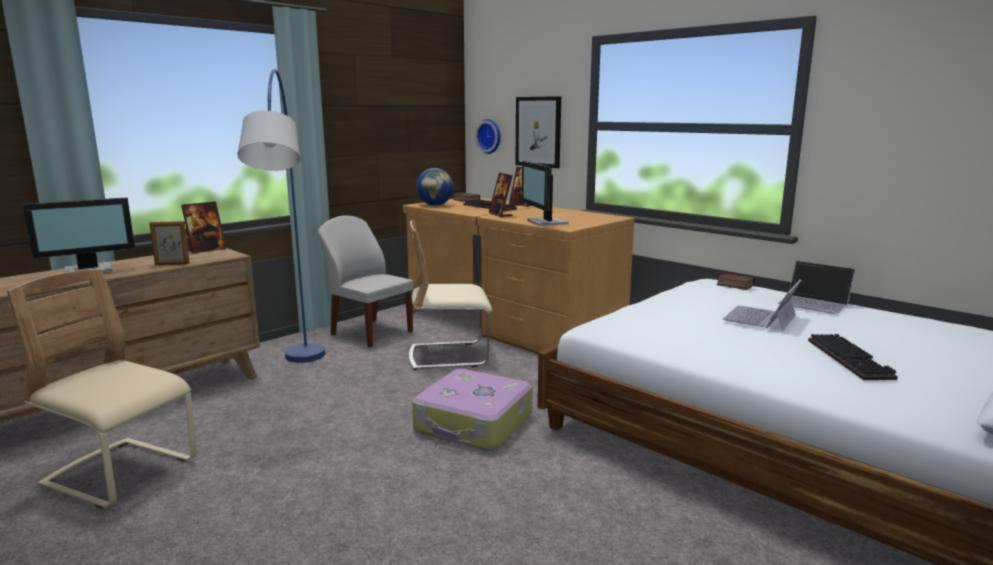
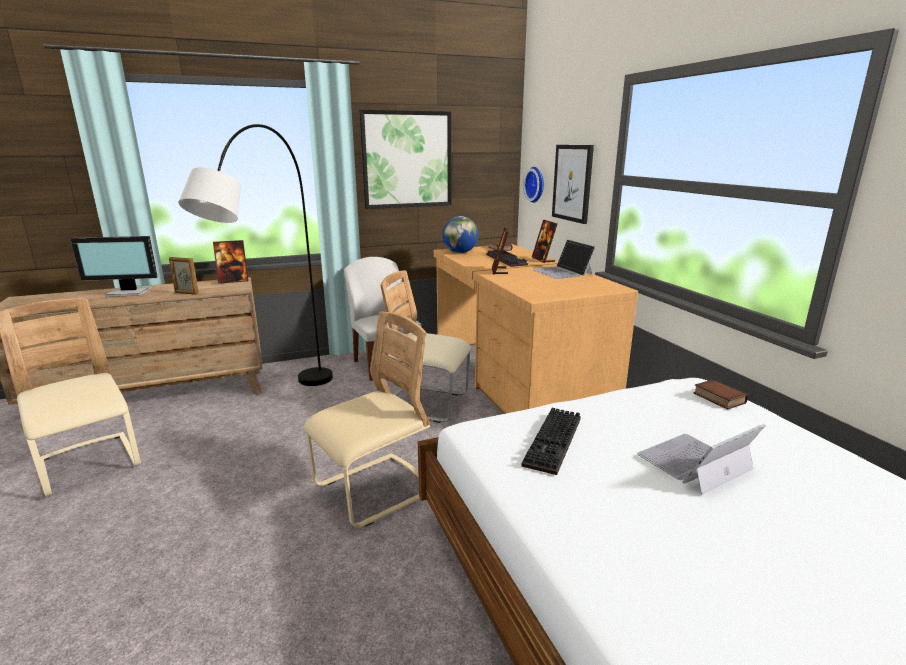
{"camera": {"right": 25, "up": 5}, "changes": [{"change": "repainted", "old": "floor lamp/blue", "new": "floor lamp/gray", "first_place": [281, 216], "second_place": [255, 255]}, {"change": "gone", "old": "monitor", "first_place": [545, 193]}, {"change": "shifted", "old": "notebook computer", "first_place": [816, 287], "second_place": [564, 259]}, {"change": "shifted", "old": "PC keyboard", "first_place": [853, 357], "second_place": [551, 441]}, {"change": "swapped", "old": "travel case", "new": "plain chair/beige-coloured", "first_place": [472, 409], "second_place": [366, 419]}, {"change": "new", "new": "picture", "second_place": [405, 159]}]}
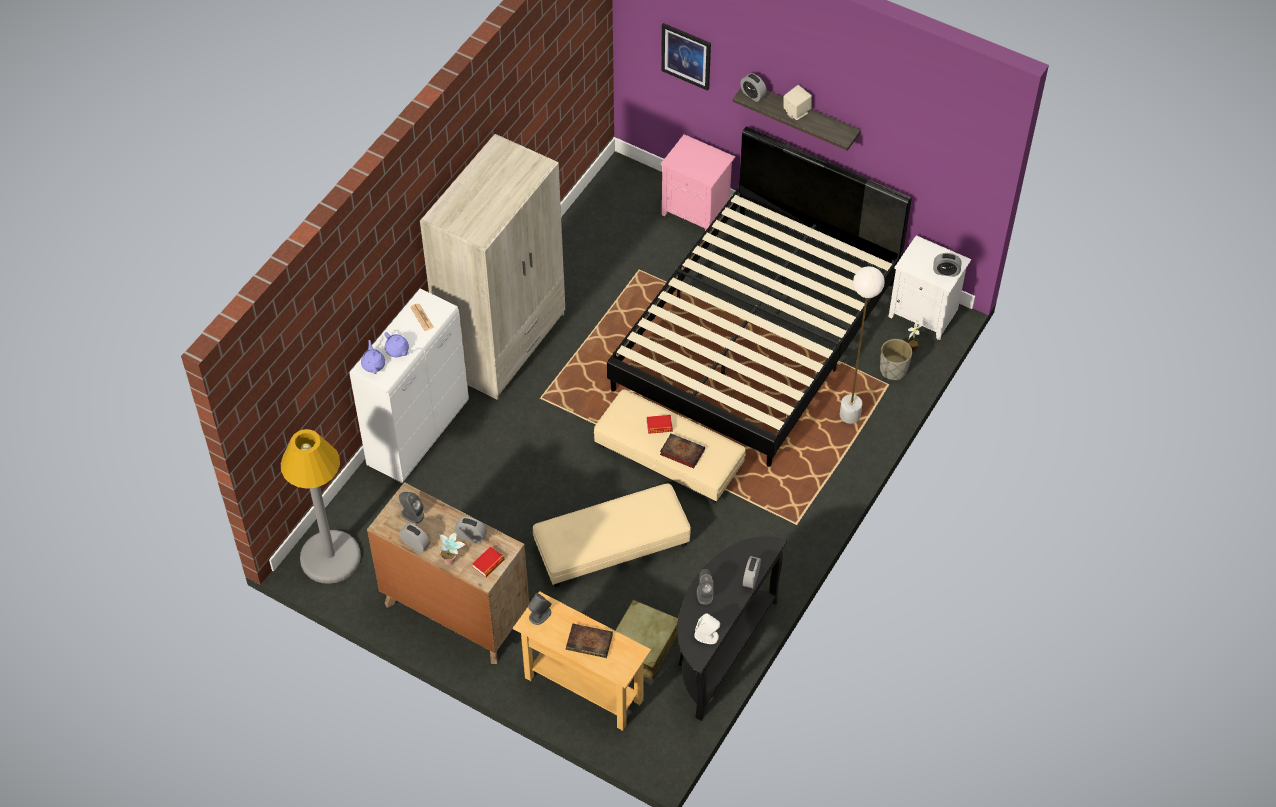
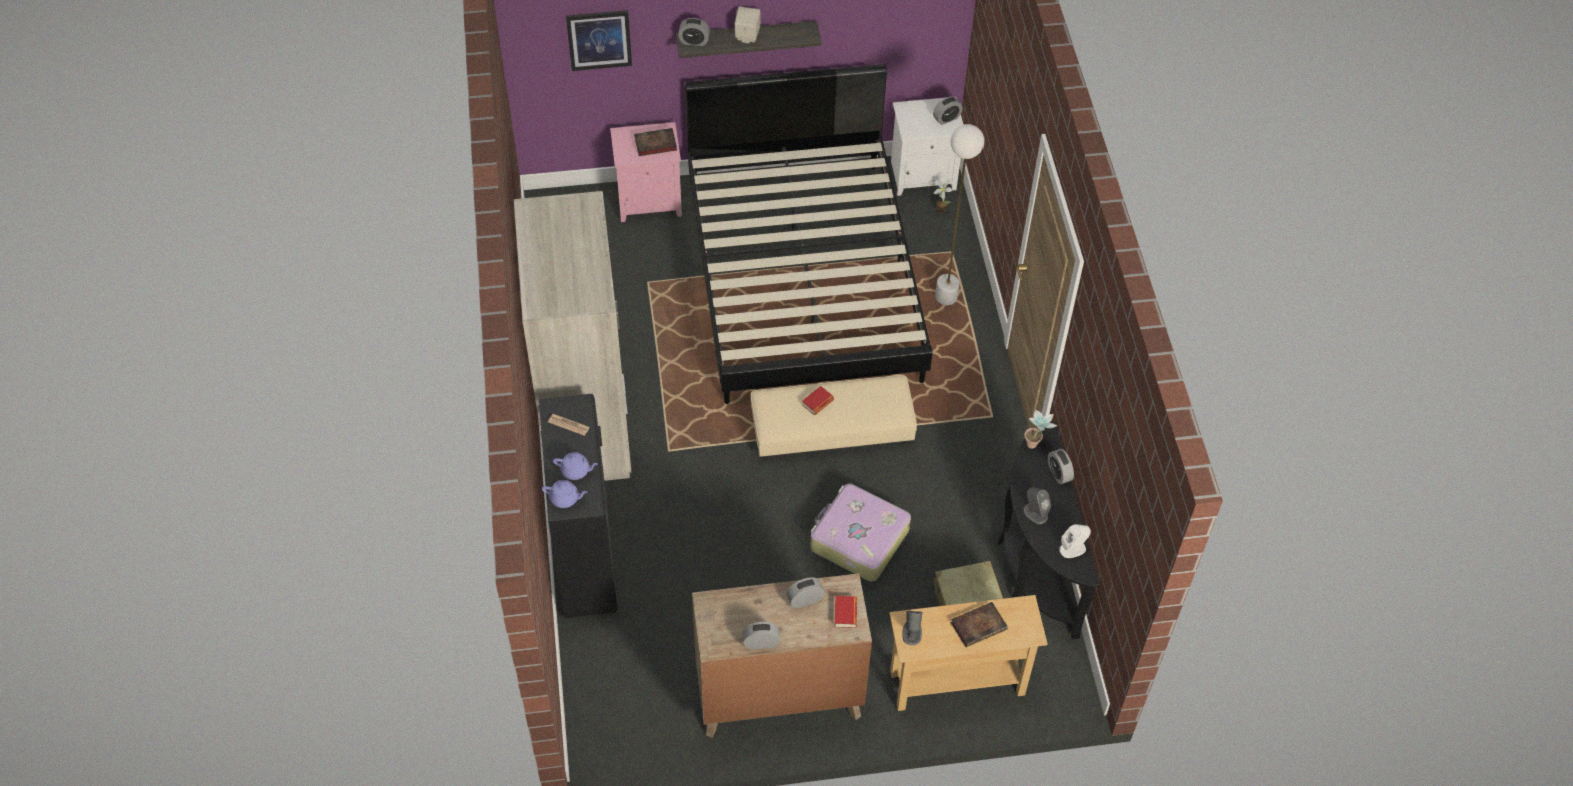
{"camera": {"right": -40, "up": 0}, "changes": [{"change": "repainted", "old": "cabinet/white", "new": "cabinet/black", "first_place": [409, 385], "second_place": [578, 506]}, {"change": "gone", "old": "planter/gray", "first_place": [896, 359]}, {"change": "rotated", "old": "tea pot/purple-coloured", "first_place": [373, 357], "second_place": [564, 494], "degrees": 150}, {"change": "gone", "old": "floor lamp/gray", "first_place": [321, 506]}, {"change": "shifted", "old": "bound book", "first_place": [682, 451], "second_place": [655, 142]}, {"change": "swapped", "old": "footrest/beige-coloured", "new": "travel case", "first_place": [612, 535], "second_place": [860, 532]}, {"change": "gone", "old": "audio speaker/gray", "first_place": [411, 507]}, {"change": "shifted", "old": "houseplant", "first_place": [452, 549], "second_place": [1040, 429]}]}
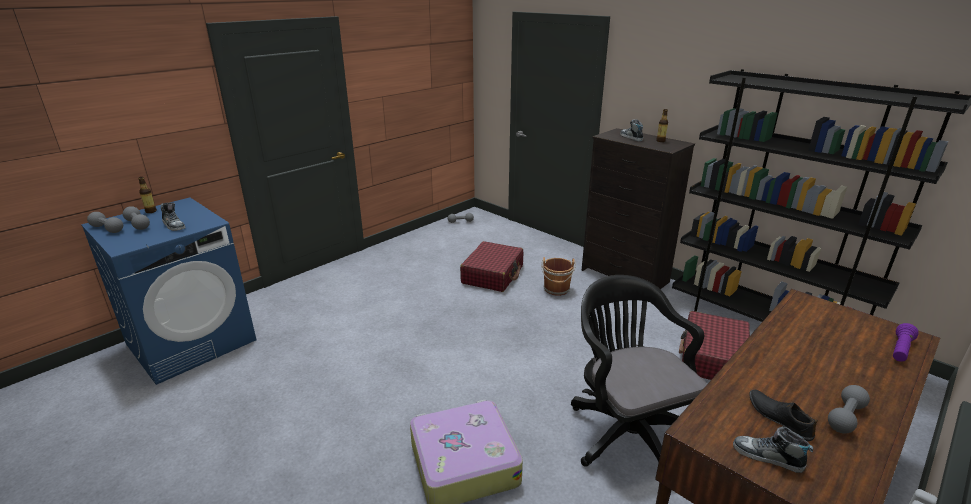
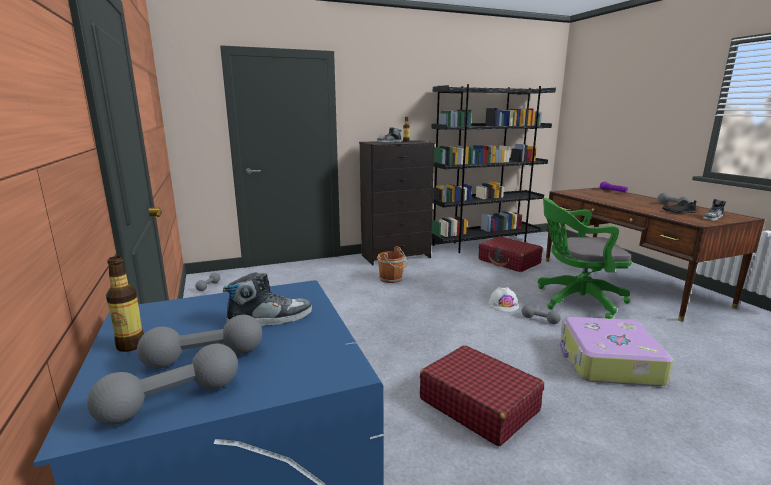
{"camera": {"right": -65, "up": -10}, "changes": [{"change": "shifted", "old": "travel case/red", "first_place": [491, 266], "second_place": [482, 395]}, {"change": "repainted", "old": "desk chair/black", "new": "desk chair/green-coloured", "first_place": [639, 371], "second_place": [585, 258]}, {"change": "new", "new": "safety helmet/white", "second_place": [504, 299]}, {"change": "new", "new": "hand weight/gray", "second_place": [541, 314]}]}
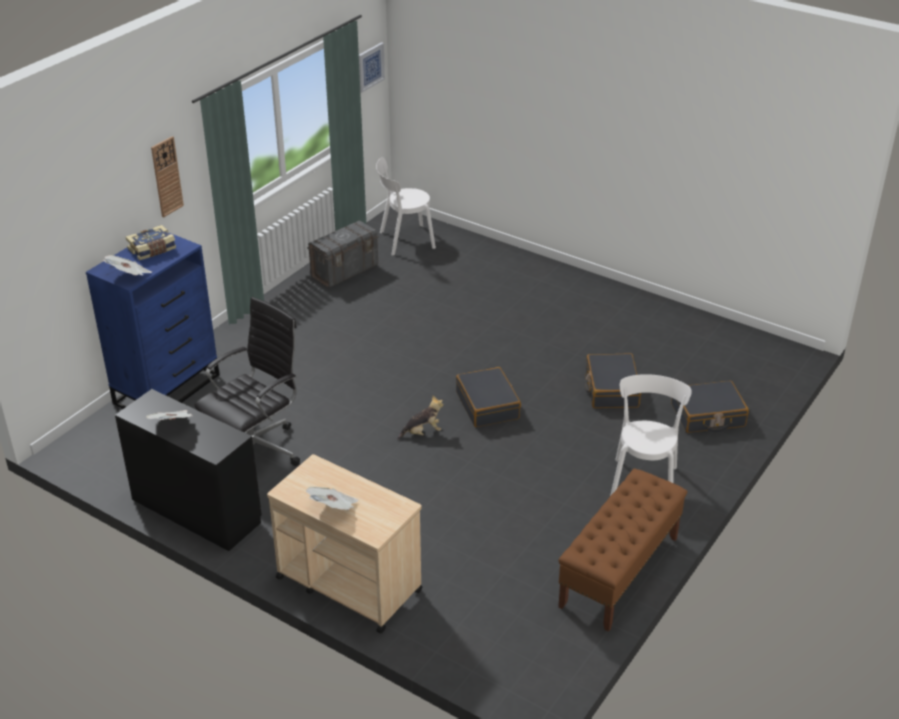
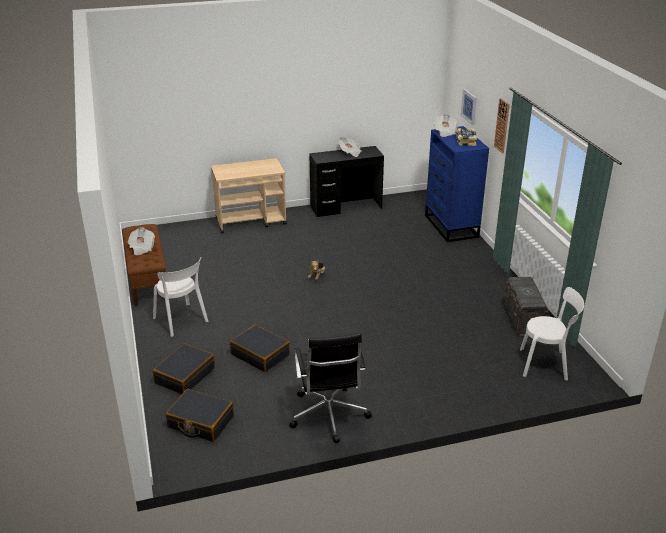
{"camera": {"right": 130, "up": -5}, "changes": [{"change": "shifted", "old": "picture", "first_place": [372, 67], "second_place": [469, 107]}, {"change": "rotated", "old": "plain chair/white", "first_place": [406, 206], "second_place": [552, 334], "degrees": 75}, {"change": "shifted", "old": "desk chair/black", "first_place": [247, 381], "second_place": [330, 388]}, {"change": "shifted", "old": "travel case/black", "first_place": [488, 397], "second_place": [199, 415]}, {"change": "shifted", "old": "daily paper", "first_place": [332, 498], "second_place": [141, 242]}]}
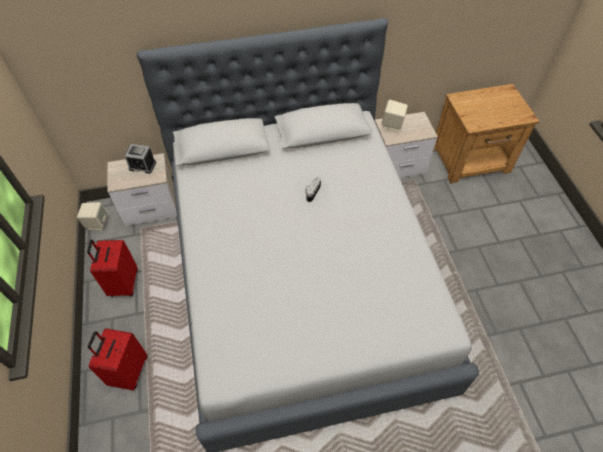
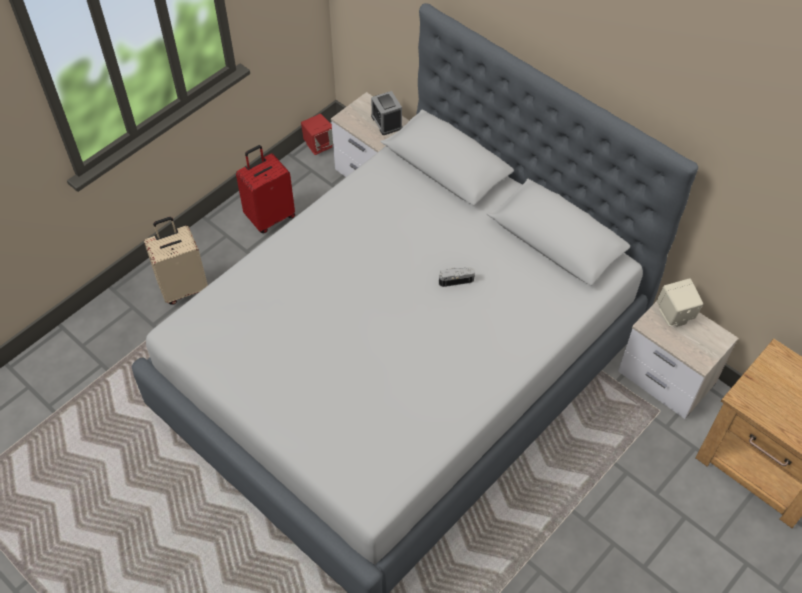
{"camera": {"right": 55, "up": 0}, "changes": [{"change": "repainted", "old": "audio speaker/beige-coloured", "new": "audio speaker/red", "first_place": [92, 216], "second_place": [317, 134]}, {"change": "repainted", "old": "travel case/red", "new": "travel case/beige-coloured", "first_place": [117, 359], "second_place": [176, 261]}]}
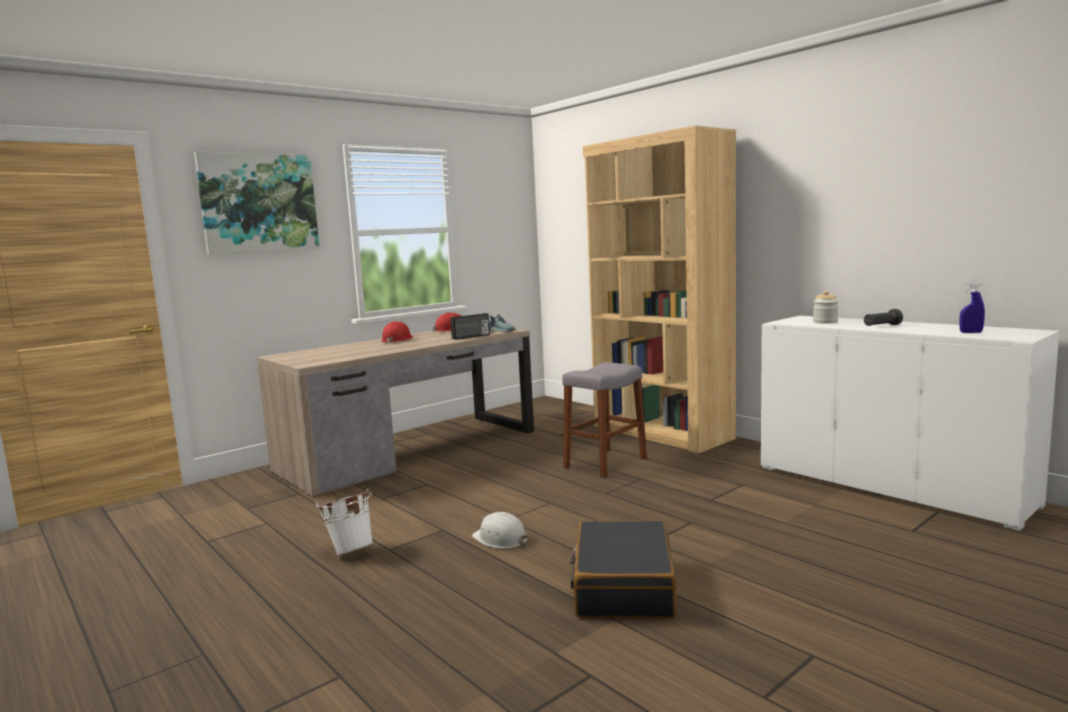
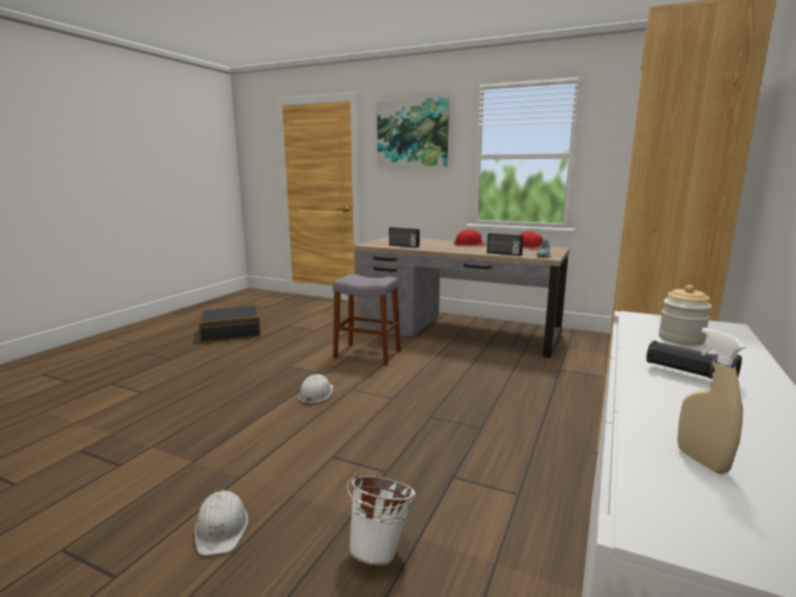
{"camera": {"right": 65, "up": 5}, "changes": [{"change": "repainted", "old": "hand sprayer/blue", "new": "hand sprayer/beige-coloured", "first_place": [972, 307], "second_place": [711, 401]}, {"change": "shifted", "old": "stool seat/gray", "first_place": [604, 420], "second_place": [367, 319]}, {"change": "shifted", "old": "water bucket/white", "first_place": [344, 522], "second_place": [381, 519]}, {"change": "shifted", "old": "travel case/black", "first_place": [623, 569], "second_place": [229, 324]}, {"change": "new", "new": "radio", "second_place": [404, 237]}, {"change": "new", "new": "safety helmet/white", "second_place": [221, 523]}]}
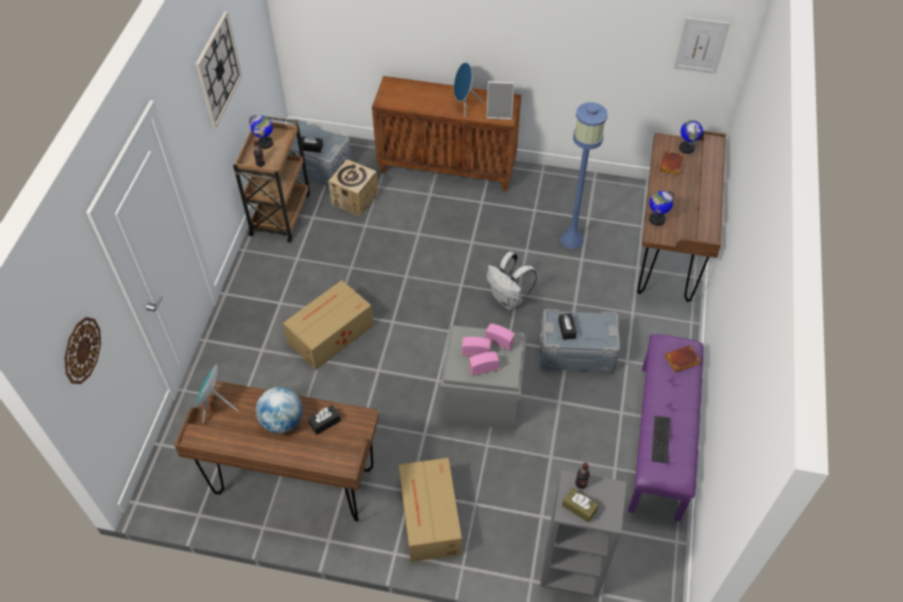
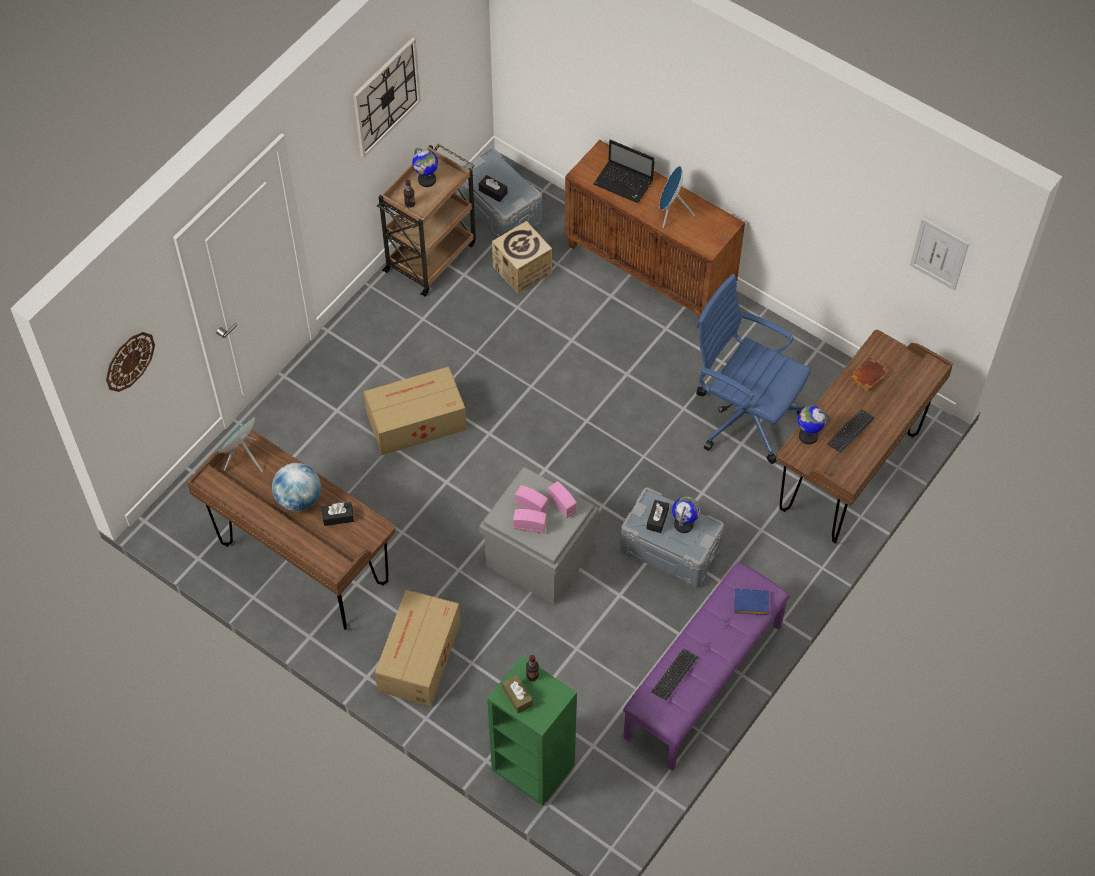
{"camera": {"right": 25, "up": 5}, "changes": [{"change": "gone", "old": "picture frame", "first_place": [500, 100]}, {"change": "swapped", "old": "floor lamp/blue", "new": "desk chair/blue", "first_place": [584, 175], "second_place": [753, 369]}, {"change": "shifted", "old": "desk globe", "first_place": [691, 137], "second_place": [686, 514]}, {"change": "gone", "old": "knapsack/white", "first_place": [511, 281]}, {"change": "repainted", "old": "bound book/brown-coloured", "new": "bound book/blue", "first_place": [683, 359], "second_place": [751, 602]}, {"change": "repainted", "old": "shelving unit/gray", "new": "shelving unit/green-coloured", "first_place": [583, 534], "second_place": [532, 731]}, {"change": "new", "new": "notebook computer", "second_place": [624, 171]}, {"change": "new", "new": "PC keyboard", "second_place": [851, 431]}]}
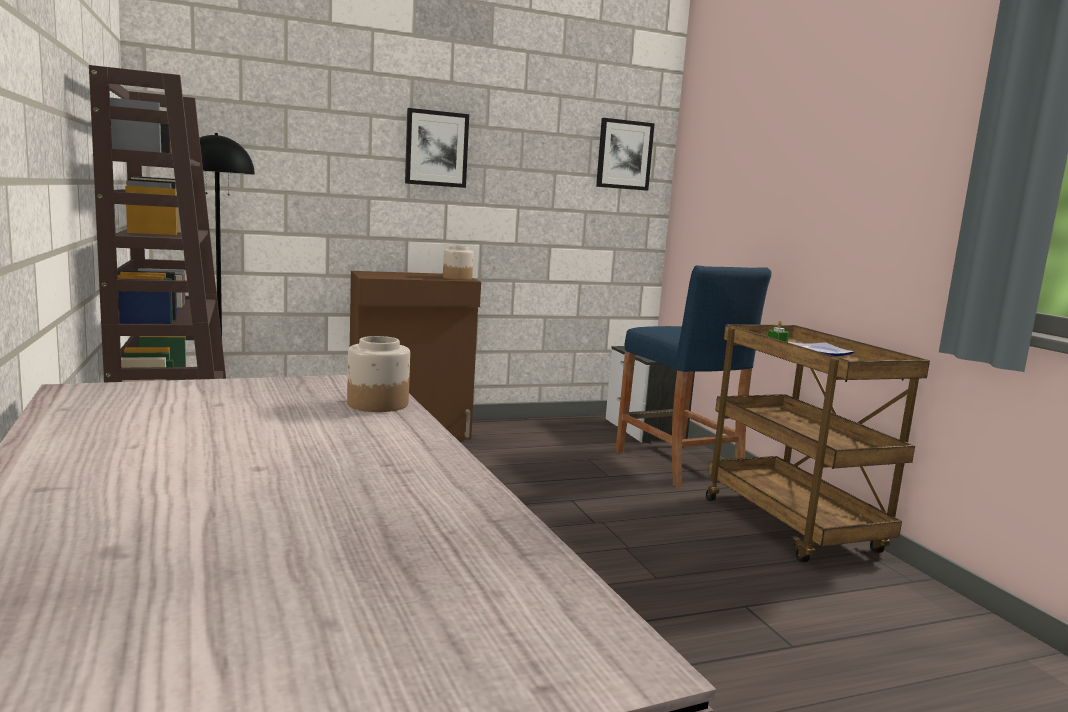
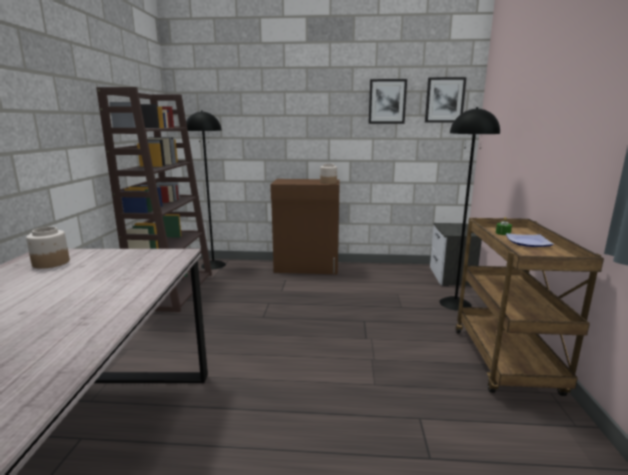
{"camera": {"right": 25, "up": 5}, "changes": [{"change": "shifted", "old": "picture", "first_place": [437, 148], "second_place": [387, 101]}, {"change": "swapped", "old": "stool seat/blue", "new": "floor lamp/black", "first_place": [693, 376], "second_place": [469, 209]}, {"change": "shifted", "old": "preserve jar", "first_place": [378, 374], "second_place": [48, 248]}]}
